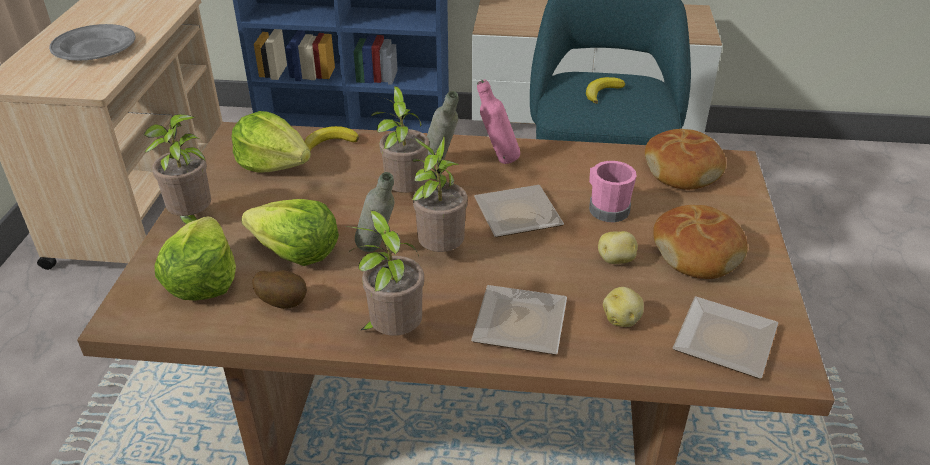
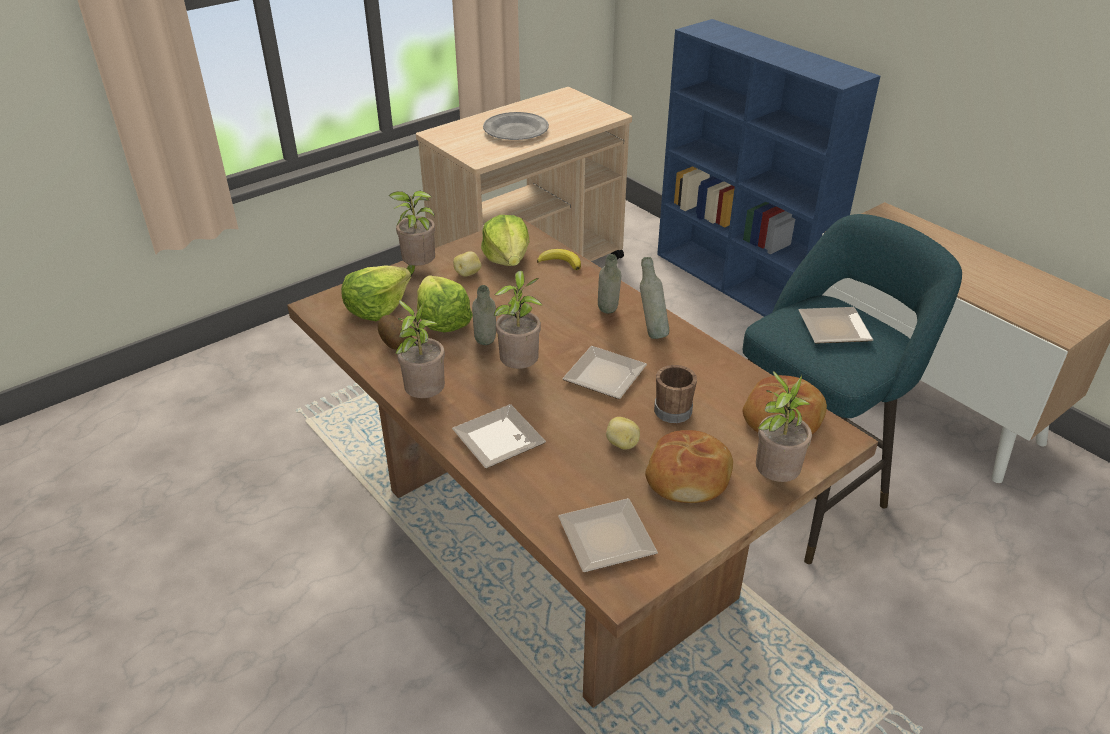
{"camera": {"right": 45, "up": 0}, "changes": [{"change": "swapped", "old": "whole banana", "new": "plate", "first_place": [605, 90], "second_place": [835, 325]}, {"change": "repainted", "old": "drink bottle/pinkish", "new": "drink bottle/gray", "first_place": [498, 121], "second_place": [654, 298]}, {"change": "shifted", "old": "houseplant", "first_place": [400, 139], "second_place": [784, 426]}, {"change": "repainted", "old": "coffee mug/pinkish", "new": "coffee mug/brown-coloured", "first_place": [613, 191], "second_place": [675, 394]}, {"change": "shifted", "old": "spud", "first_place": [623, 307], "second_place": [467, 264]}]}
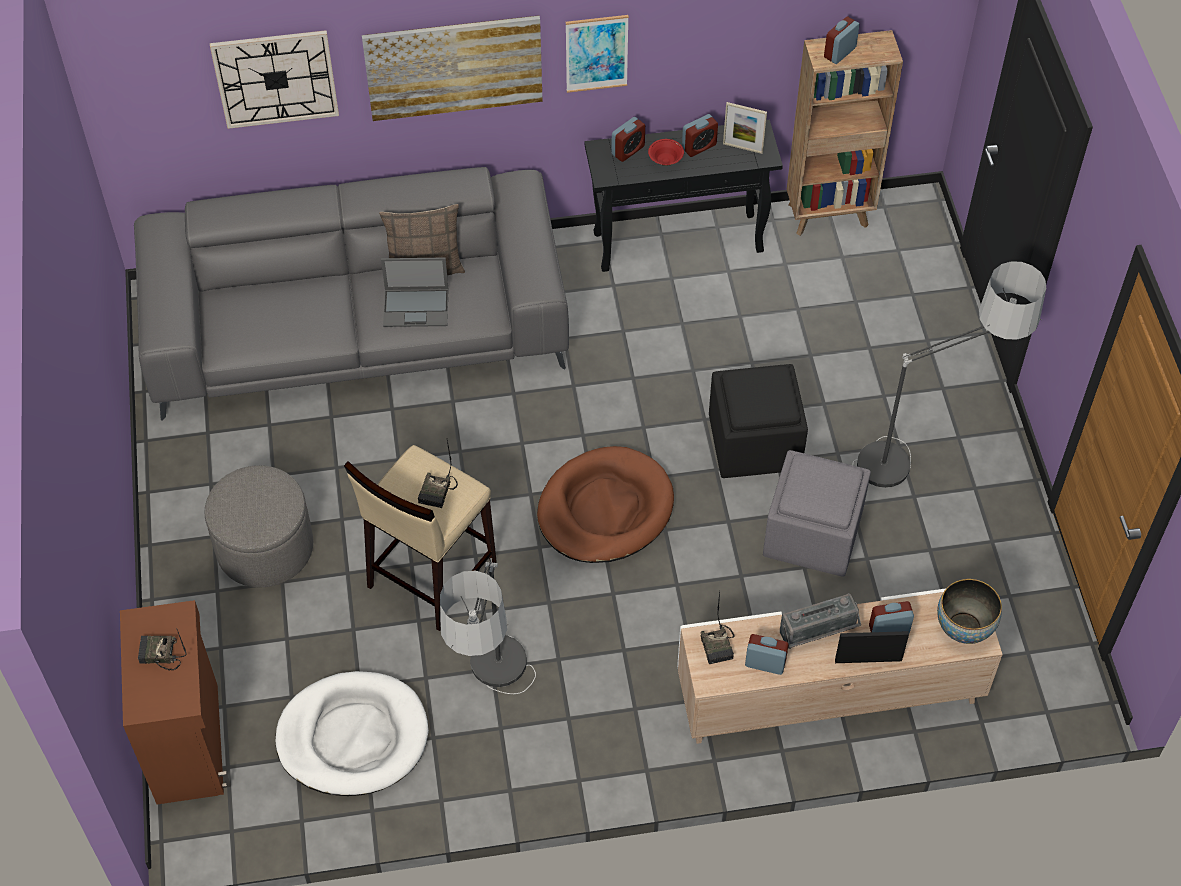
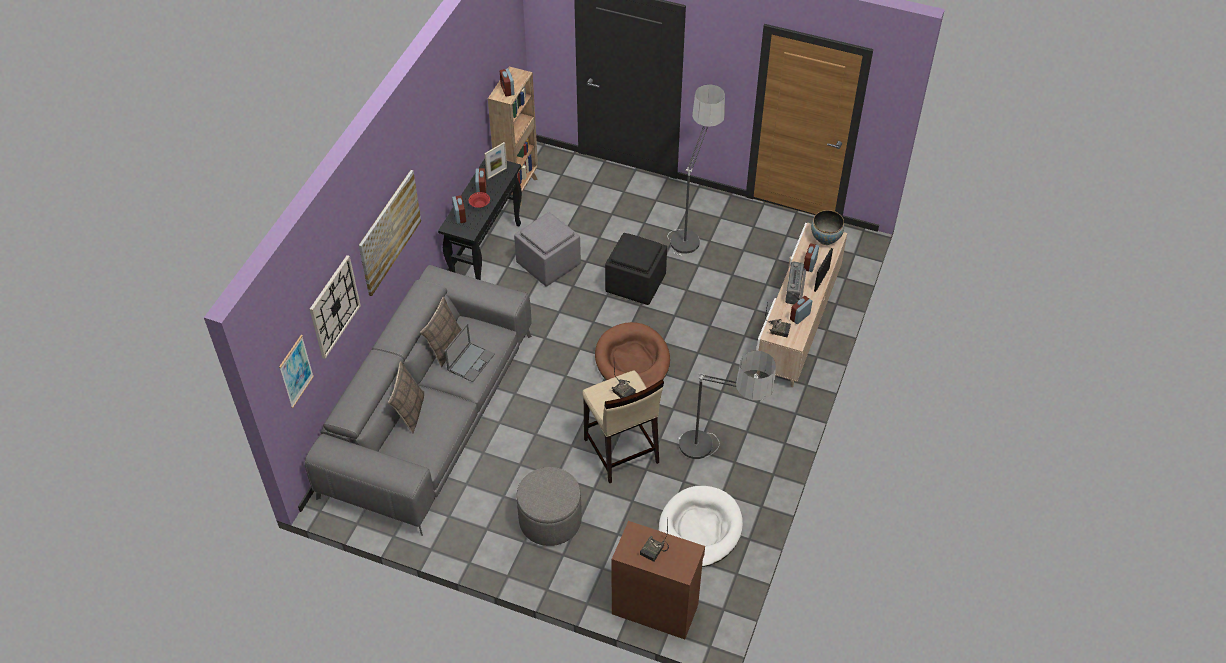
{"camera": {"right": -60, "up": -5}, "changes": [{"change": "shifted", "old": "picture", "first_place": [597, 54], "second_place": [296, 371]}, {"change": "shifted", "old": "footrest/gray", "first_place": [817, 513], "second_place": [547, 249]}, {"change": "new", "new": "pillow", "second_place": [406, 397]}]}
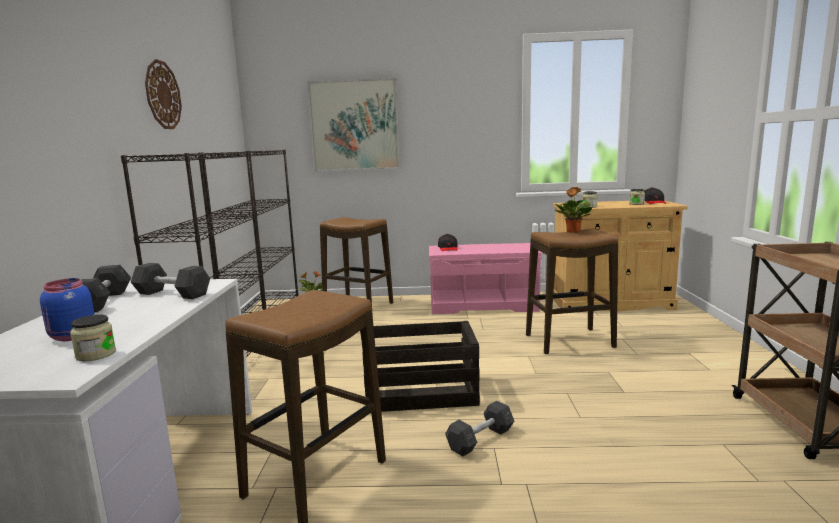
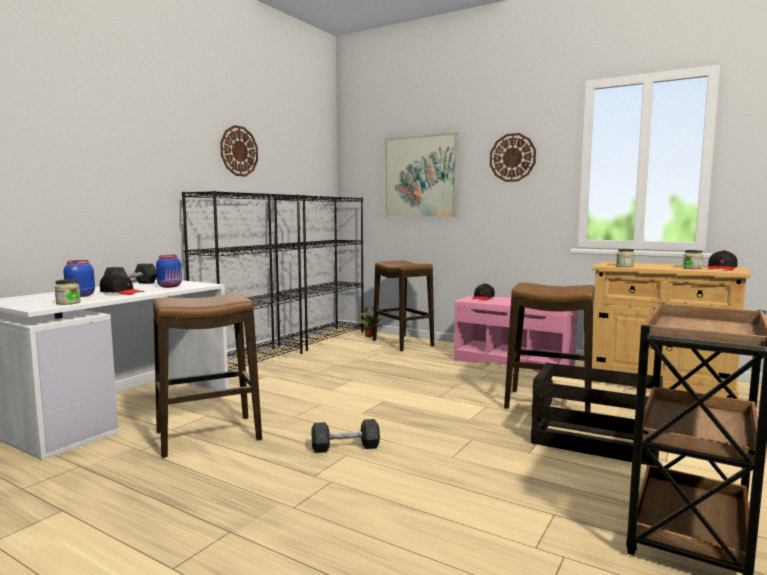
{"camera": {"right": 30, "up": -5}, "changes": [{"change": "gone", "old": "houseplant", "first_place": [573, 210]}, {"change": "swapped", "old": "hand weight/gray", "new": "preserve jar/blue", "first_place": [170, 281], "second_place": [169, 271]}, {"change": "shifted", "old": "packing crate", "first_place": [421, 366], "second_place": [597, 414]}, {"change": "new", "new": "wall clock", "second_place": [513, 157]}, {"change": "new", "new": "baseball cap/black", "second_place": [122, 283]}]}
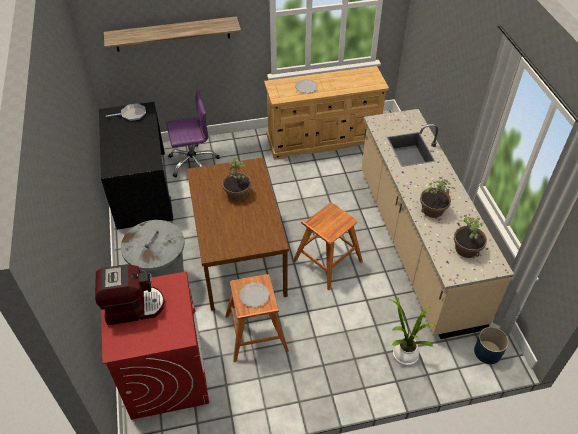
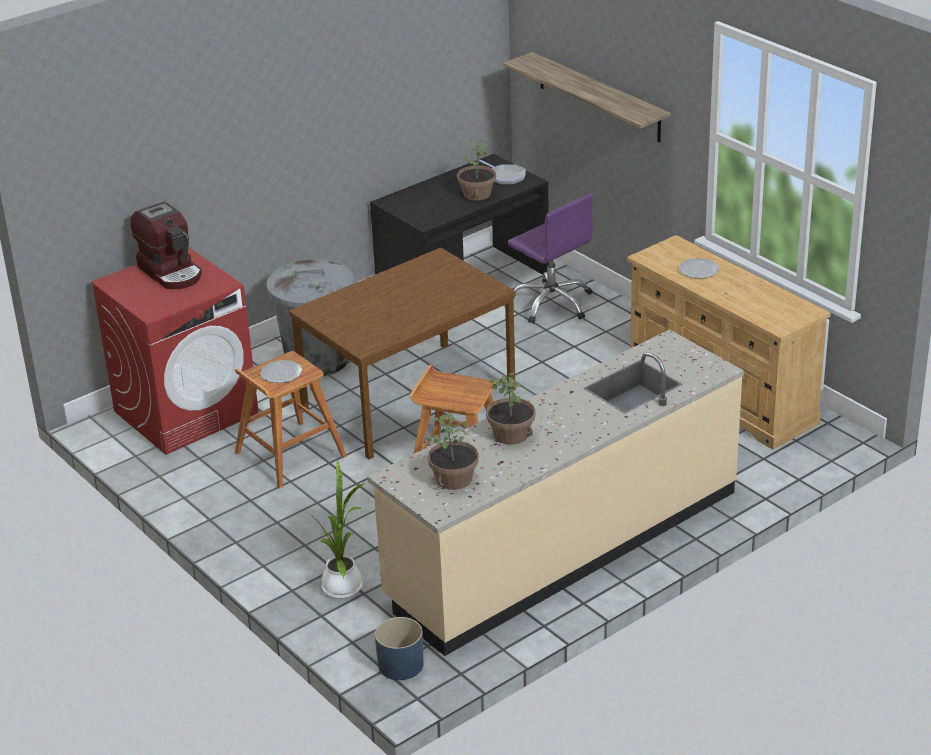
{"camera": {"right": 65, "up": -15}, "changes": [{"change": "shifted", "old": "houseplant", "first_place": [236, 179], "second_place": [476, 170]}]}
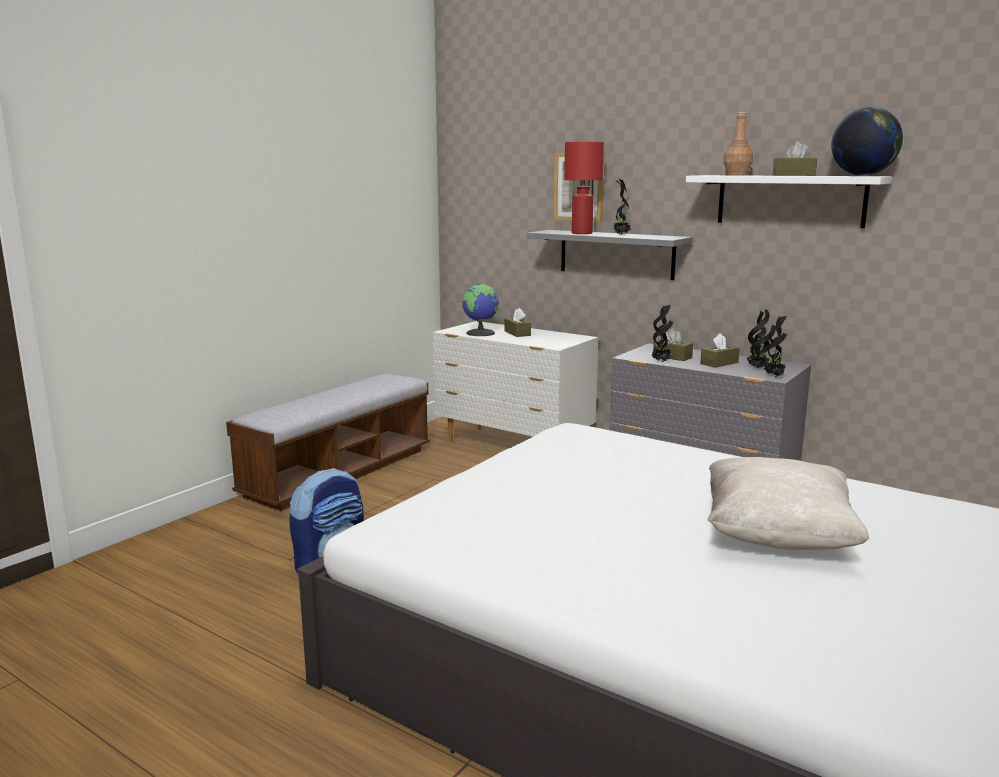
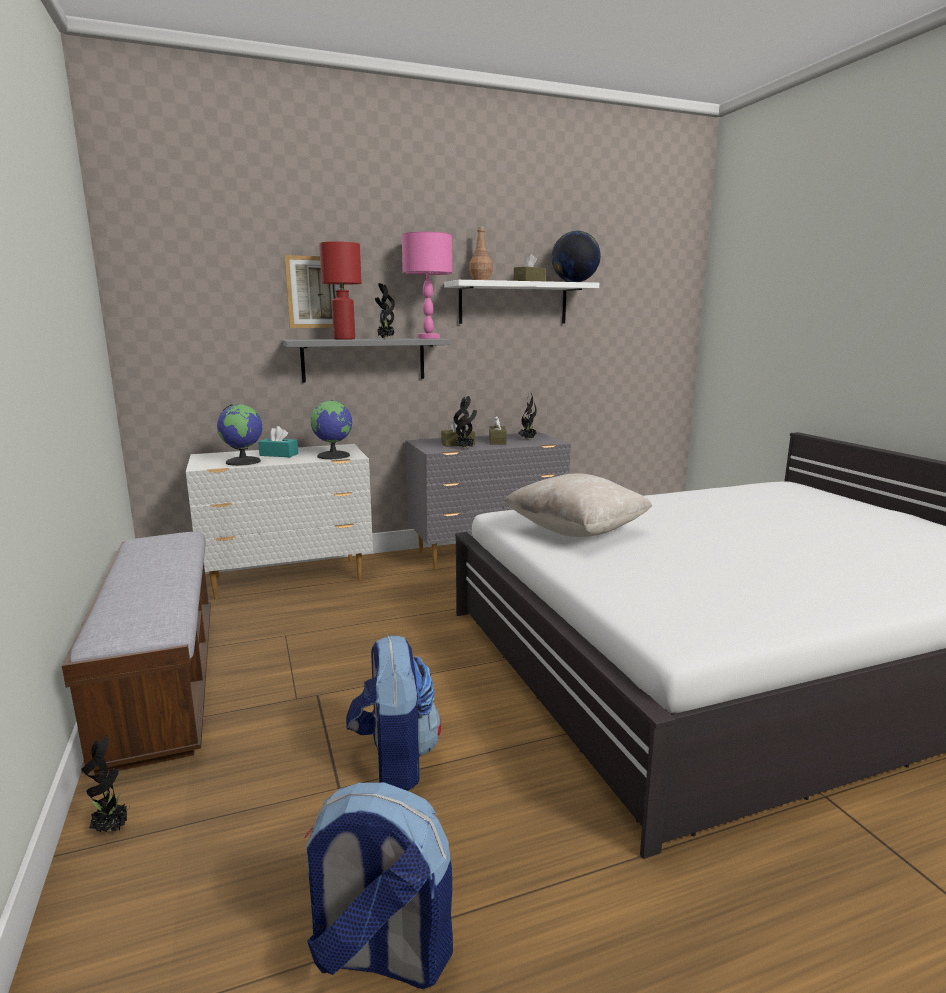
{"camera": {"right": -55, "up": 0}, "changes": [{"change": "repainted", "old": "tissue box/brown-coloured", "new": "tissue box/blue-green", "first_place": [518, 322], "second_place": [278, 441]}, {"change": "shifted", "old": "houseplant", "first_place": [775, 346], "second_place": [106, 783]}, {"change": "shifted", "old": "pillow/beige-coloured", "first_place": [788, 503], "second_place": [578, 505]}, {"change": "new", "new": "tabletop lamp/pinkish", "second_place": [427, 285]}, {"change": "new", "new": "desk globe", "second_place": [331, 429]}, {"change": "new", "new": "knapsack", "second_place": [378, 885]}]}
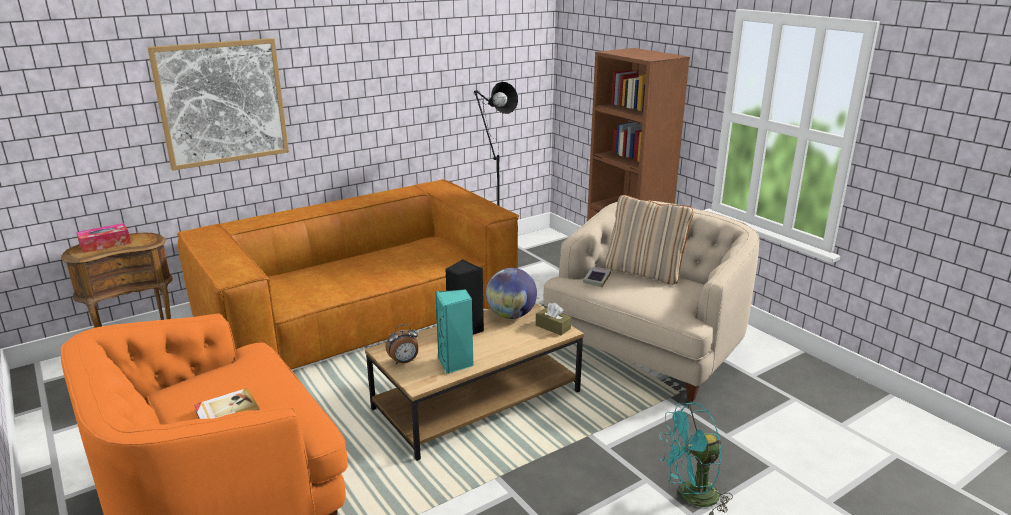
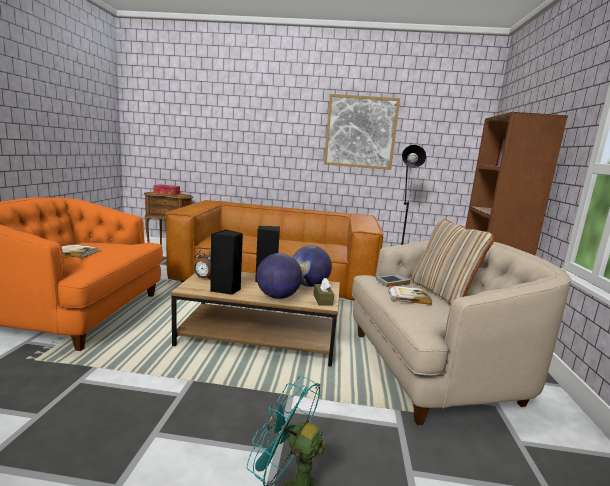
{"camera": {"right": 40, "up": -10}, "changes": [{"change": "shifted", "old": "picture", "first_place": [218, 104], "second_place": [362, 132]}, {"change": "repainted", "old": "audio speaker/blue-green", "new": "audio speaker/black", "first_place": [454, 331], "second_place": [226, 262]}, {"change": "new", "new": "desk globe", "second_place": [279, 276]}, {"change": "new", "new": "bound book", "second_place": [410, 295]}]}
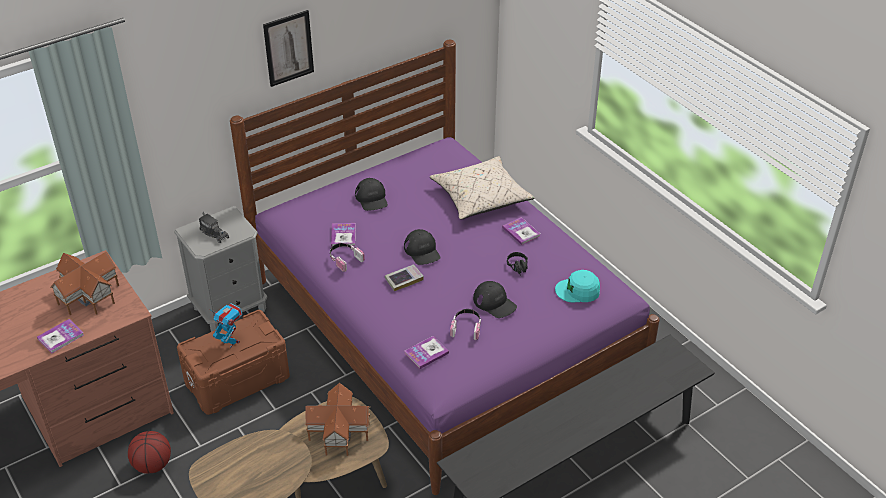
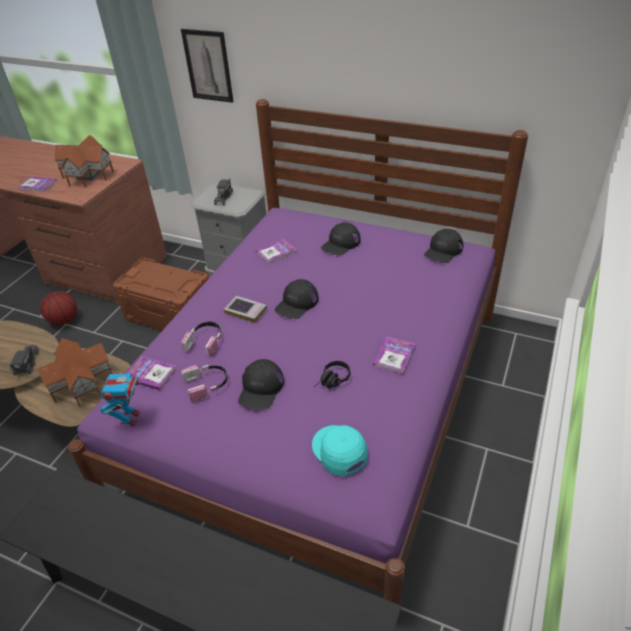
{"camera": {"right": 60, "up": 0}, "changes": [{"change": "shifted", "old": "picture", "first_place": [288, 48], "second_place": [207, 66]}, {"change": "gone", "old": "pillow/beige-coloured", "first_place": [482, 188]}, {"change": "shifted", "old": "pair of headphones", "first_place": [347, 257], "second_place": [201, 339]}, {"change": "shifted", "old": "robot figure", "first_place": [226, 325], "second_place": [116, 395]}, {"change": "new", "new": "baseball cap/black", "second_place": [443, 246]}, {"change": "new", "new": "toy truck", "second_place": [24, 359]}]}
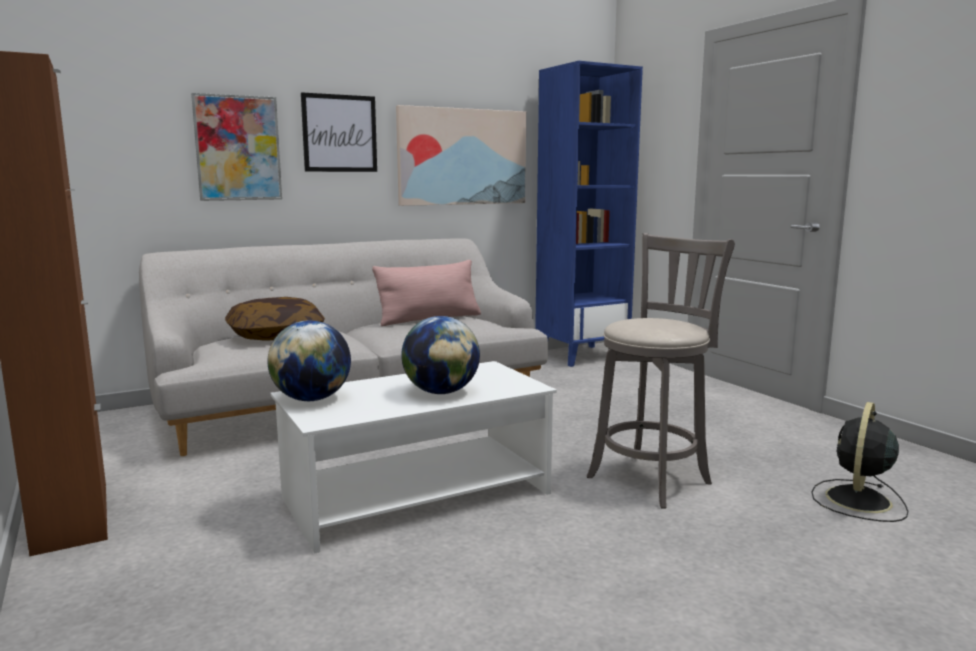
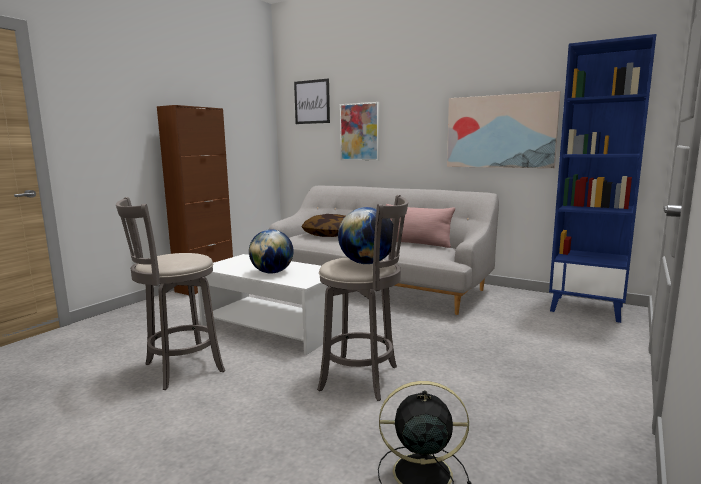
{"camera": {"right": 60, "up": 0}, "changes": [{"change": "shifted", "old": "picture", "first_place": [339, 132], "second_place": [312, 101]}, {"change": "shifted", "old": "desk globe", "first_place": [309, 360], "second_place": [365, 235]}, {"change": "new", "new": "stool seat/gray", "second_place": [170, 293]}]}
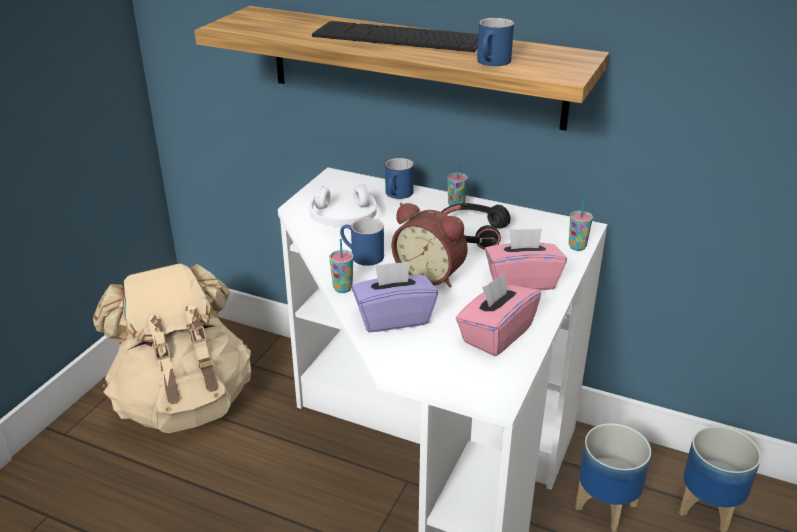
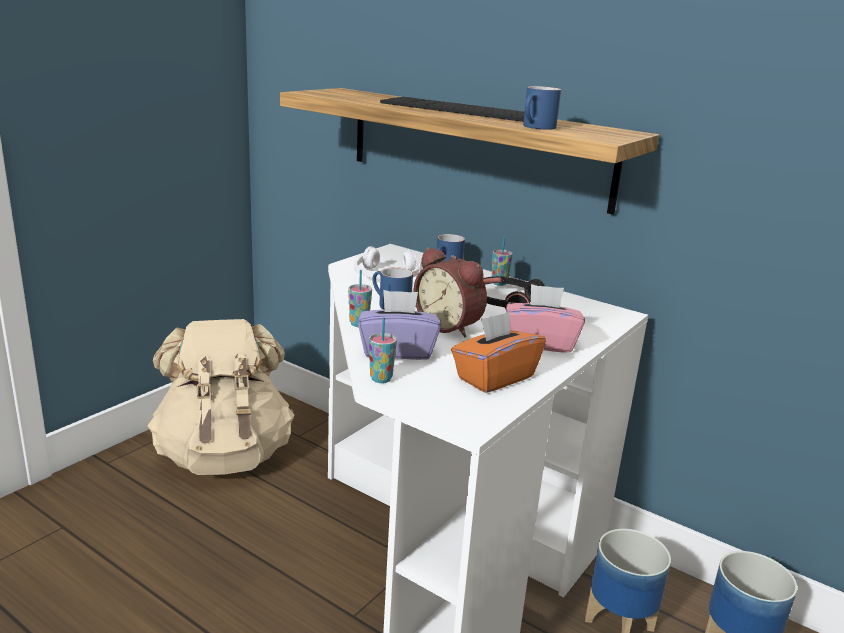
{"camera": {"right": 10, "up": -10}, "changes": [{"change": "shifted", "old": "drinking cup", "first_place": [581, 225], "second_place": [383, 350]}, {"change": "repainted", "old": "tissue box/pinkish", "new": "tissue box/orange-coloured", "first_place": [498, 314], "second_place": [498, 352]}]}
